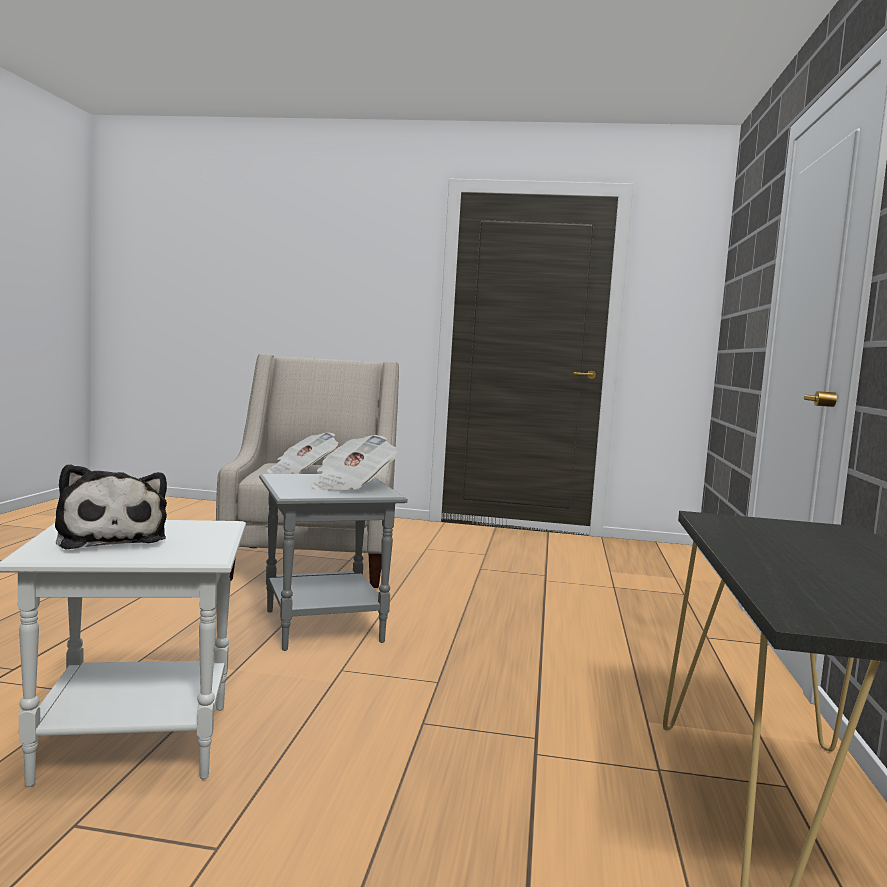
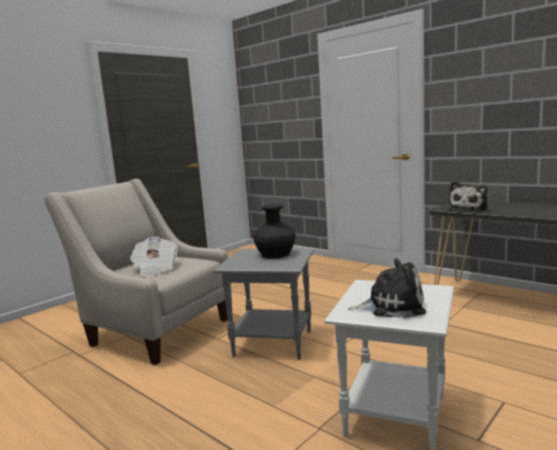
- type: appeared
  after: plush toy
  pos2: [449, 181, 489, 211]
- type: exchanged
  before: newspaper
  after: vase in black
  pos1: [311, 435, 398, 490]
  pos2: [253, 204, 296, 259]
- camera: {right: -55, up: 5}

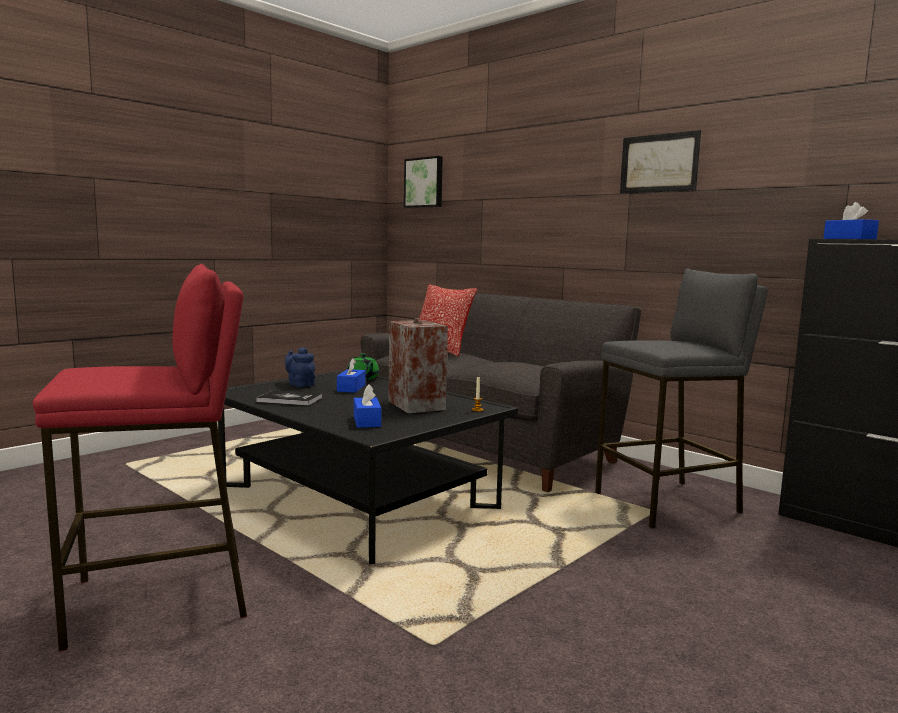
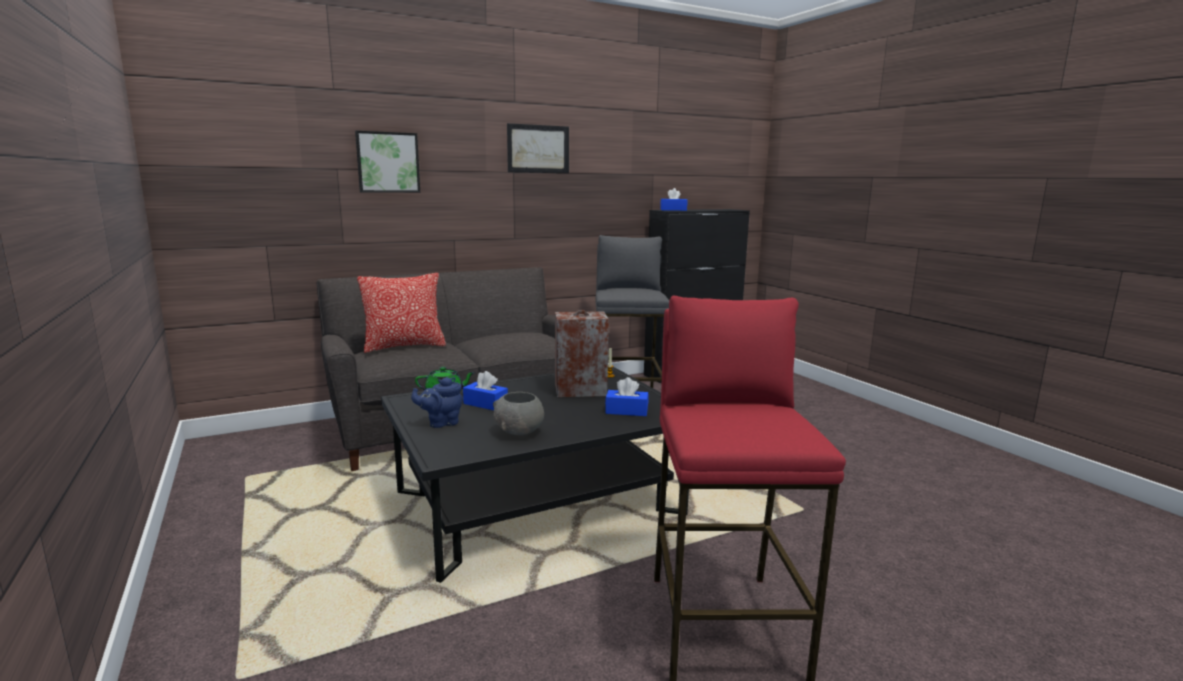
- type: relocated
  before: picture
  pos1: [404, 156, 443, 208]
  pos2: [355, 131, 420, 193]
- type: exchanged
  before: book
  after: bowl in grey
  pos1: [257, 390, 322, 406]
  pos2: [493, 392, 544, 435]
- camera: {right: -70, up: 5}

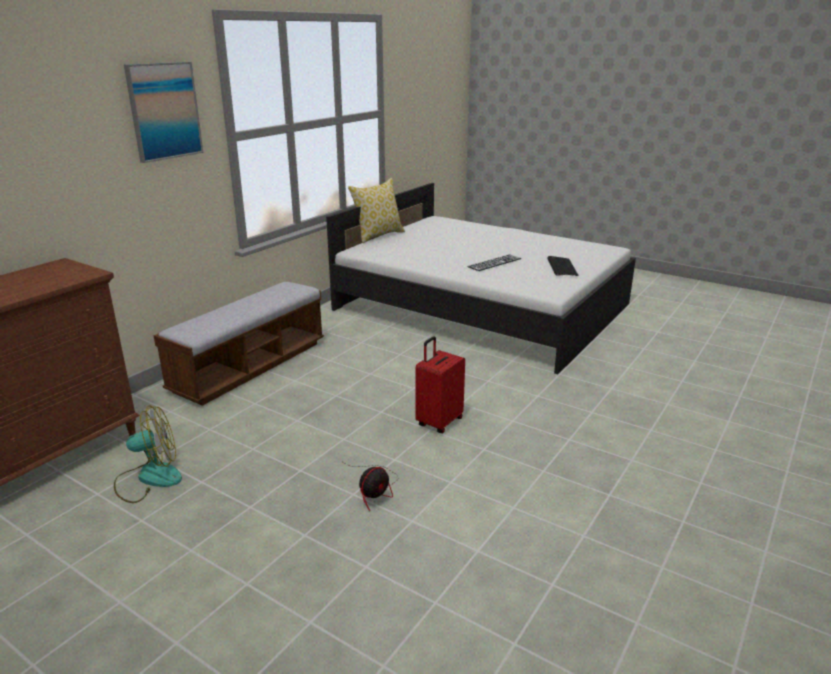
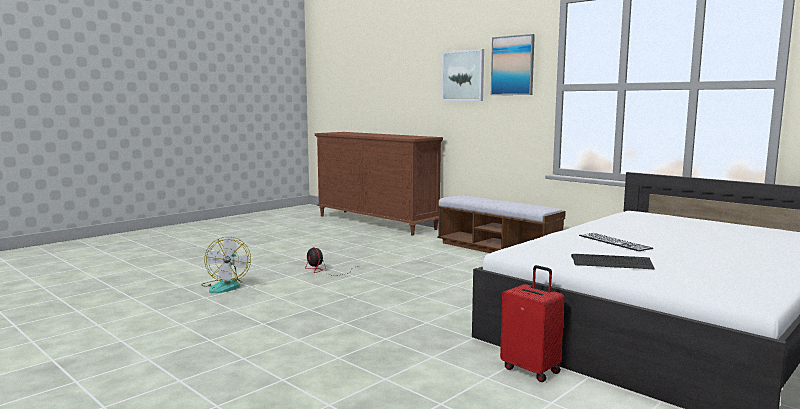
- type: missing
  before: pillow
  pos1: [348, 178, 405, 243]
- type: appeared
  after: picture
  pos2: [442, 49, 484, 101]
- type: relocated
  before: fan
  pos1: [114, 405, 182, 503]
  pos2: [201, 237, 251, 293]
- type: relocated
  before: suitcase in red
  pos1: [415, 336, 465, 433]
  pos2: [500, 265, 564, 382]
- camera: {right: 100, up: -15}

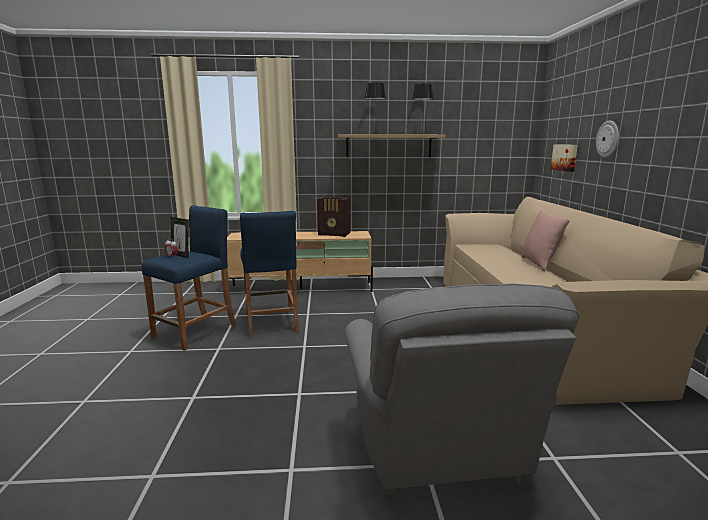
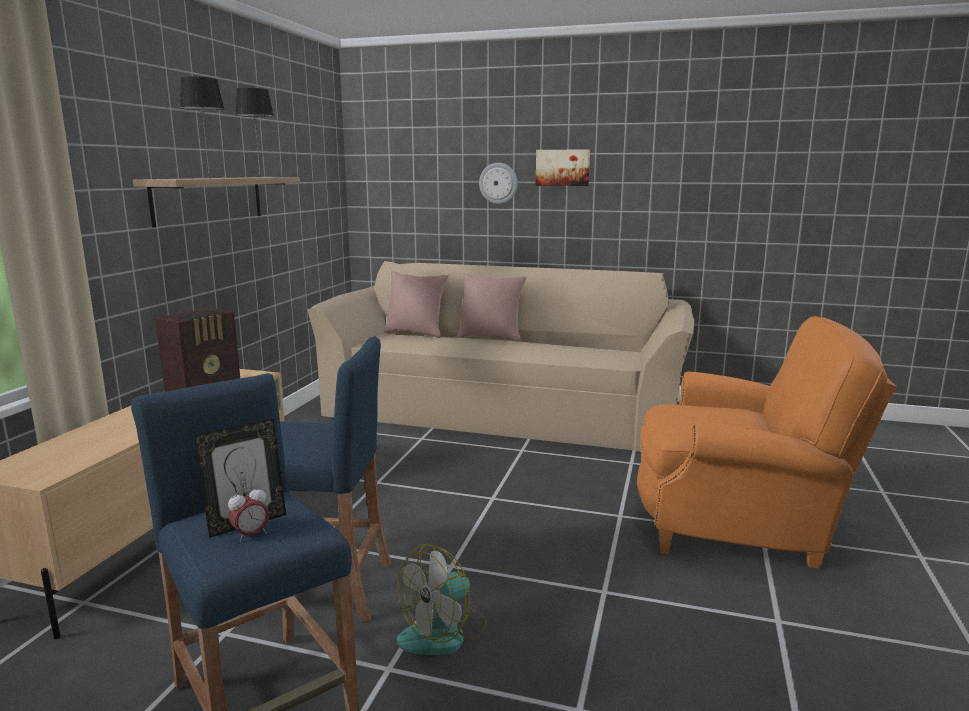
- type: appeared
  after: pillow in pink
  pos2: [384, 271, 449, 338]
- type: appeared
  after: fan
  pos2: [397, 544, 487, 655]
- type: relocated
  before: picture
  pos1: [551, 144, 578, 172]
  pos2: [536, 149, 590, 186]
- type: colour
  before: armchair in grey
  after: armchair in orange
  pos1: [344, 284, 579, 501]
  pos2: [637, 316, 897, 569]
- camera: {right: -70, up: 0}

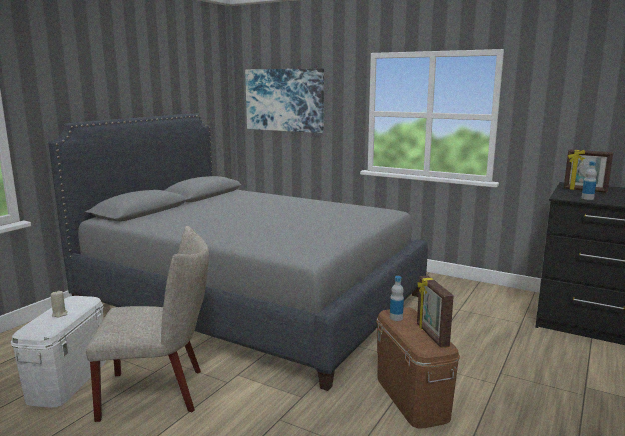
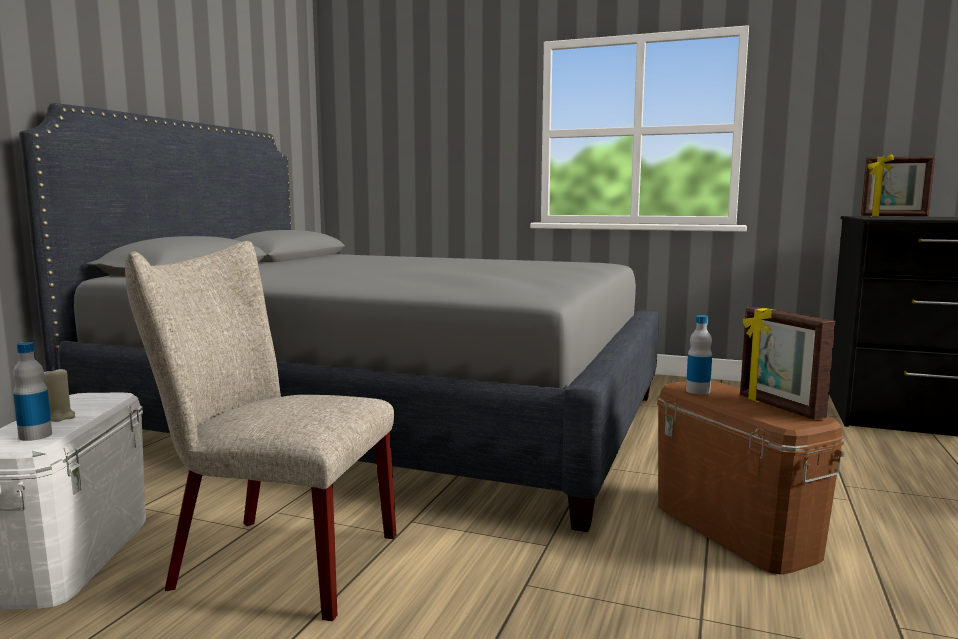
- type: missing
  before: picture
  pos1: [245, 68, 324, 133]
- type: relocated
  before: bottle
  pos1: [581, 162, 597, 200]
  pos2: [13, 342, 52, 441]
- type: spun
  before: chair in beige
  pos1: [86, 226, 209, 422]
  pos2: [125, 241, 396, 621]
  turn: -150
- camera: {right: -10, up: -5}

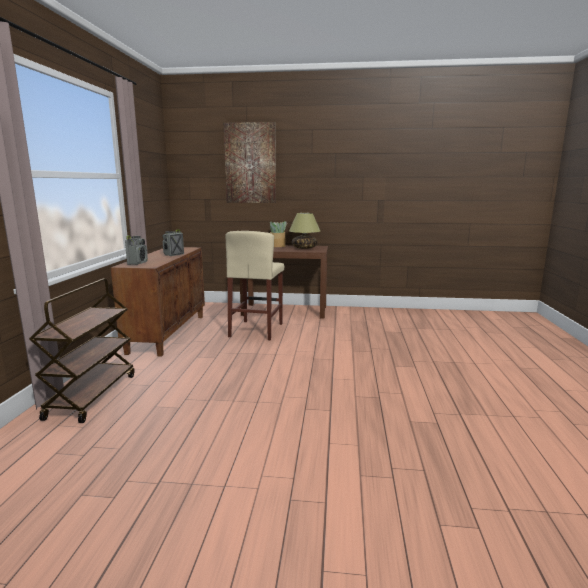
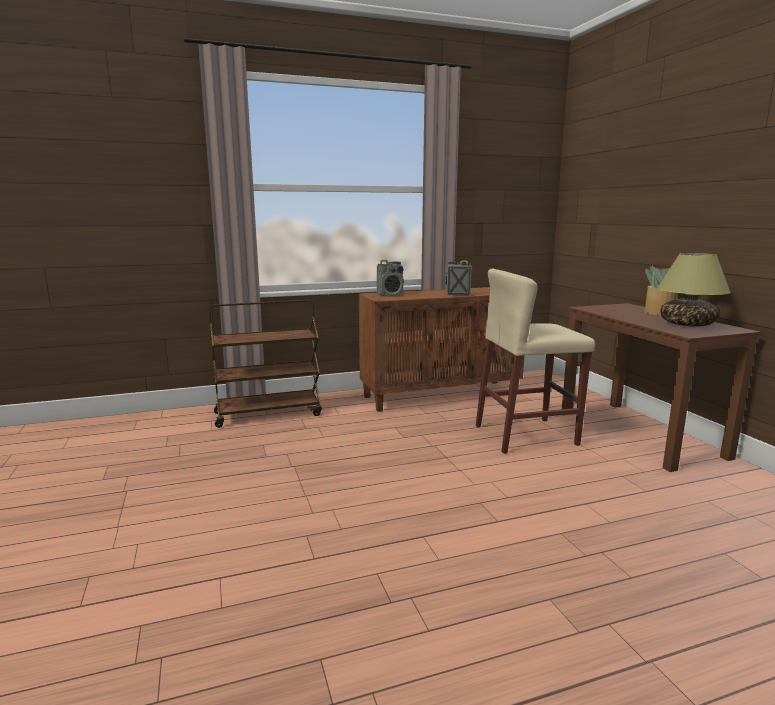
- type: missing
  before: picture
  pos1: [224, 122, 276, 203]
- camera: {right: 65, up: 0}

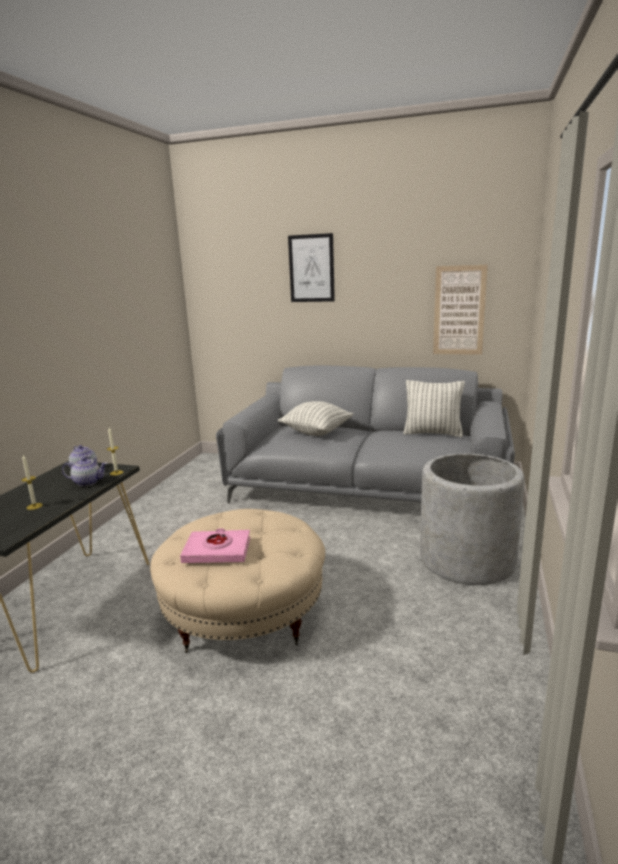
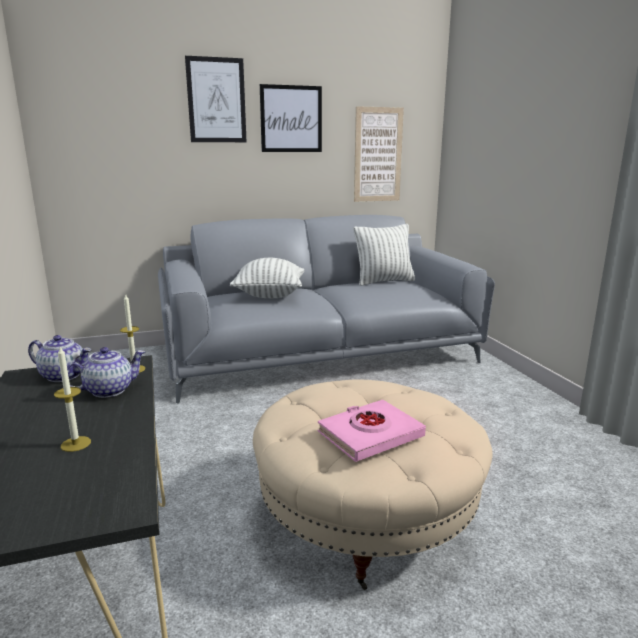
- type: missing
  before: planter in grey
  pos1: [420, 453, 525, 585]
- type: appeared
  after: picture
  pos2: [260, 84, 322, 152]
- camera: {right: -35, up: 0}

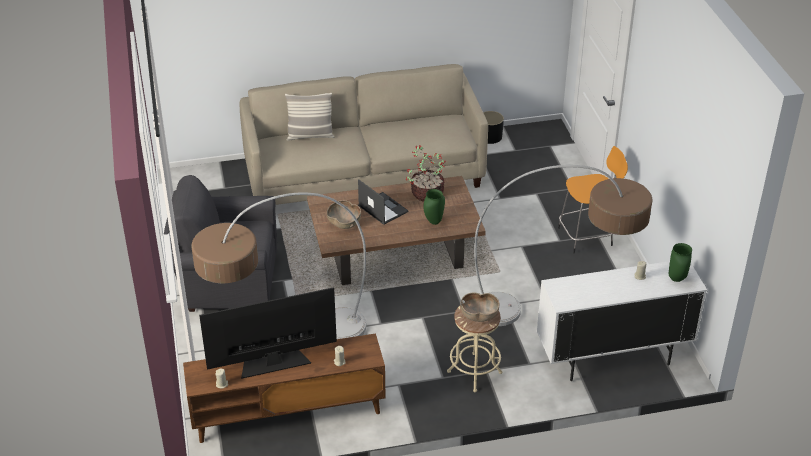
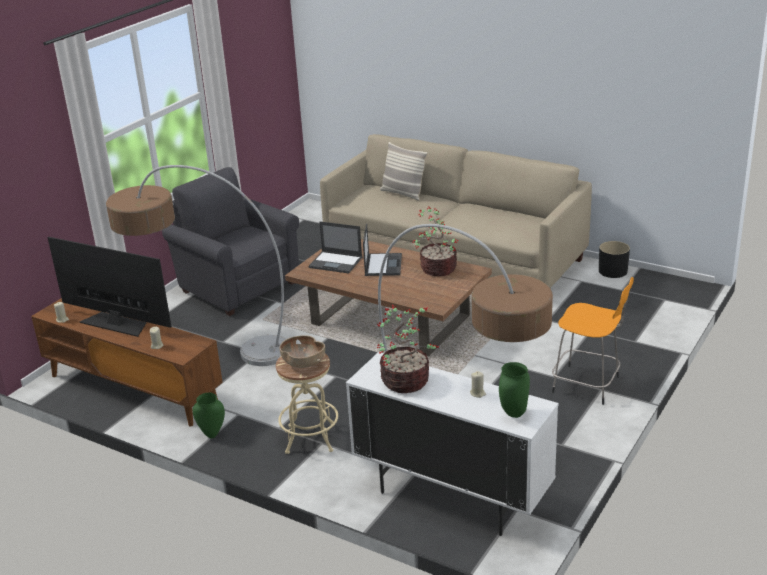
- type: appeared
  after: potted plant
  pos2: [377, 305, 439, 393]
- type: relocated
  before: vase in green
  pos1: [424, 189, 445, 225]
  pos2: [193, 393, 225, 438]
- type: exchanged
  before: bowl in brown
  after: laptop
  pos1: [327, 200, 361, 229]
  pos2: [308, 222, 362, 273]
- camera: {right: 45, up: -10}

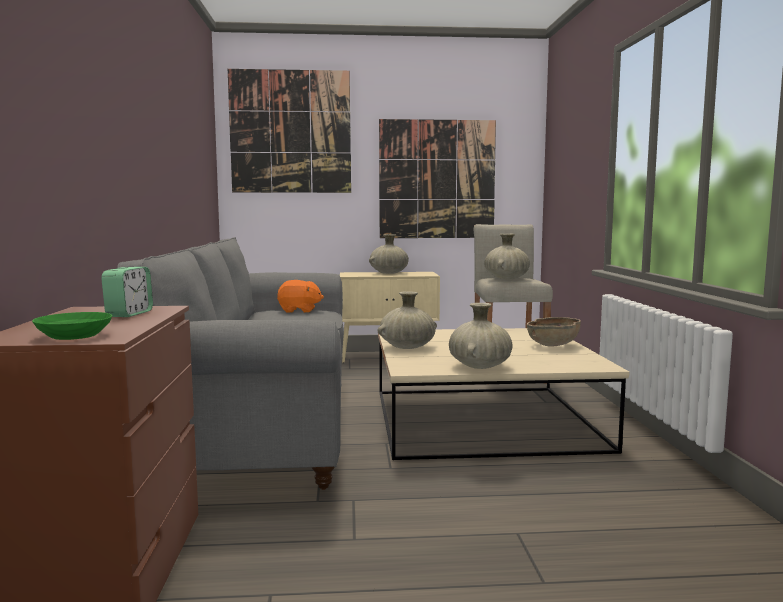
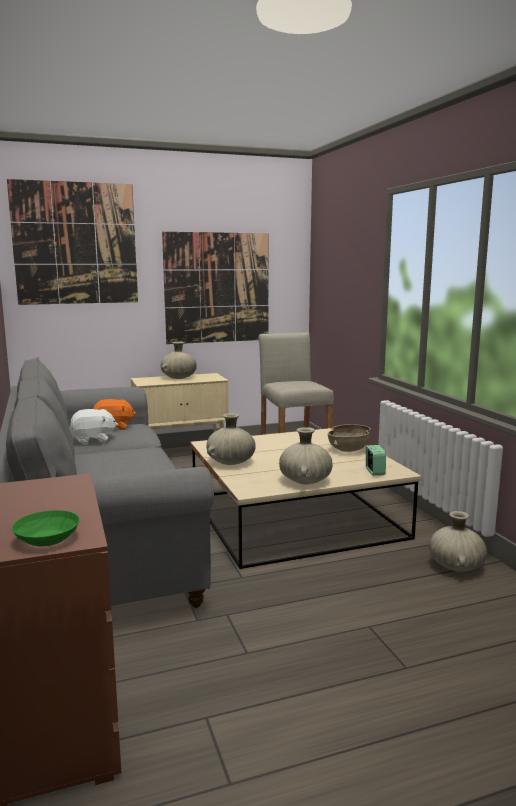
- type: appeared
  after: plush toy in white
  pos2: [70, 409, 118, 444]
- type: relocated
  before: alarm clock
  pos1: [101, 267, 153, 317]
  pos2: [366, 445, 386, 476]
- type: relocated
  before: vase in beige
  pos1: [484, 234, 530, 279]
  pos2: [429, 511, 487, 572]
- camera: {right: -15, up: 5}

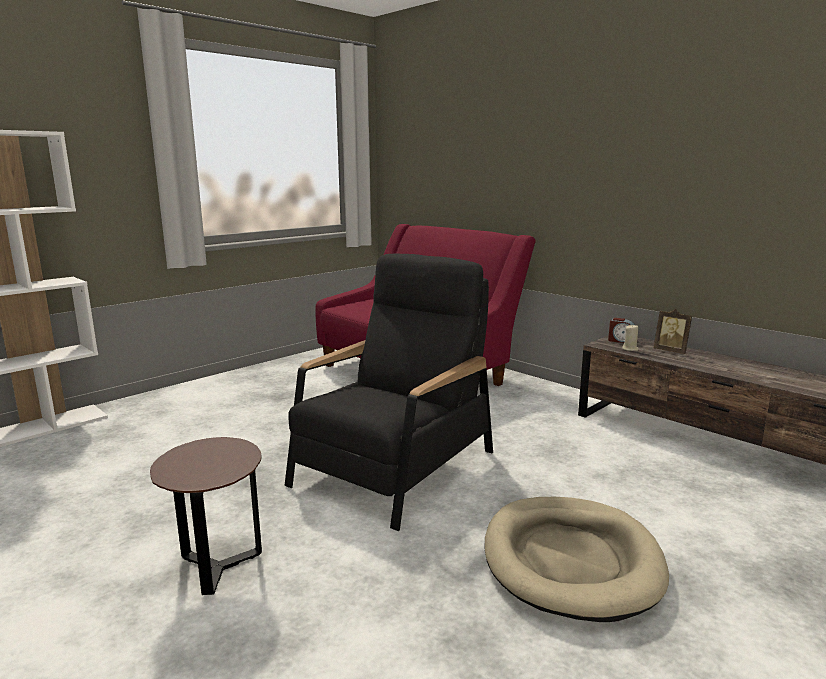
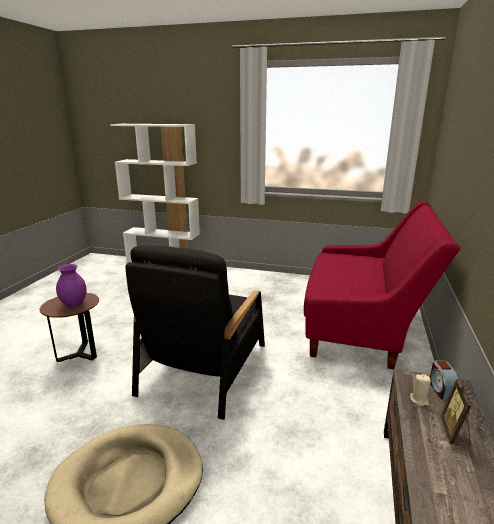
- type: appeared
  after: vase in purple
  pos2: [56, 264, 87, 307]
- type: spun
  before: armchair in black
  pos1: [284, 254, 493, 531]
  pos2: [125, 245, 265, 420]
  turn: 105
- camera: {right: 60, up: 5}

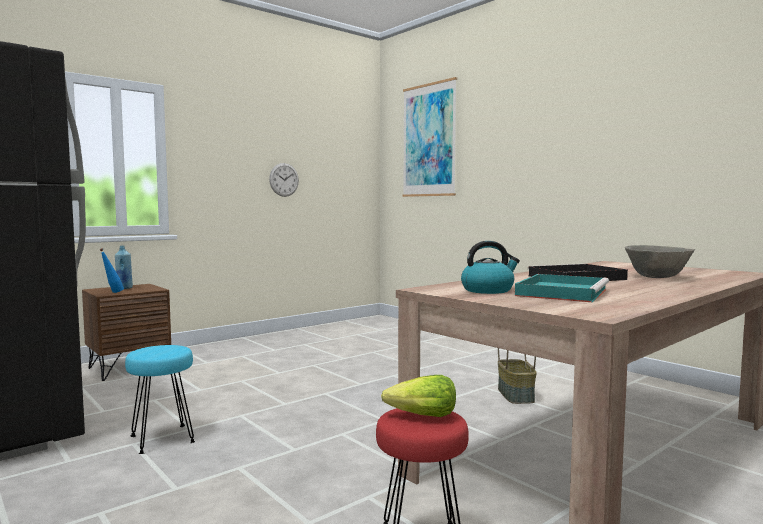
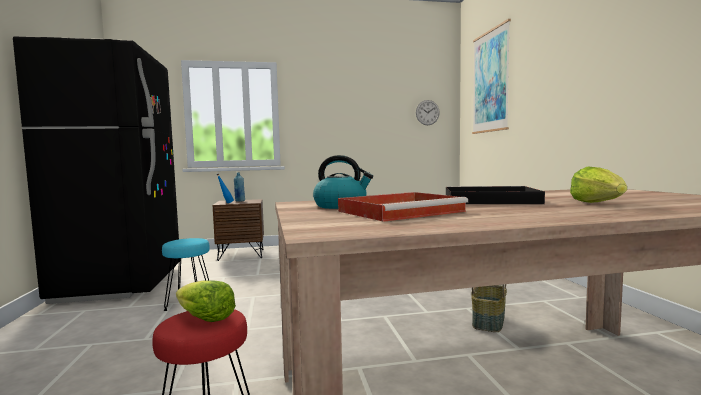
- type: relocated
  before: wall clock
  pos1: [269, 163, 299, 197]
  pos2: [416, 100, 440, 125]
- type: exchanged
  before: bowl in grey
  after: lettuce
  pos1: [625, 245, 695, 278]
  pos2: [570, 166, 627, 203]
- type: colour
  before: tray in turquoise
  after: tray in red
  pos1: [515, 274, 609, 302]
  pos2: [338, 192, 468, 222]
- camera: {right: 30, up: 0}

